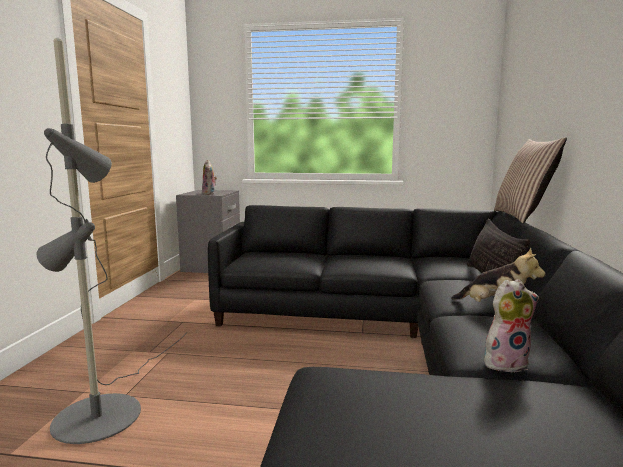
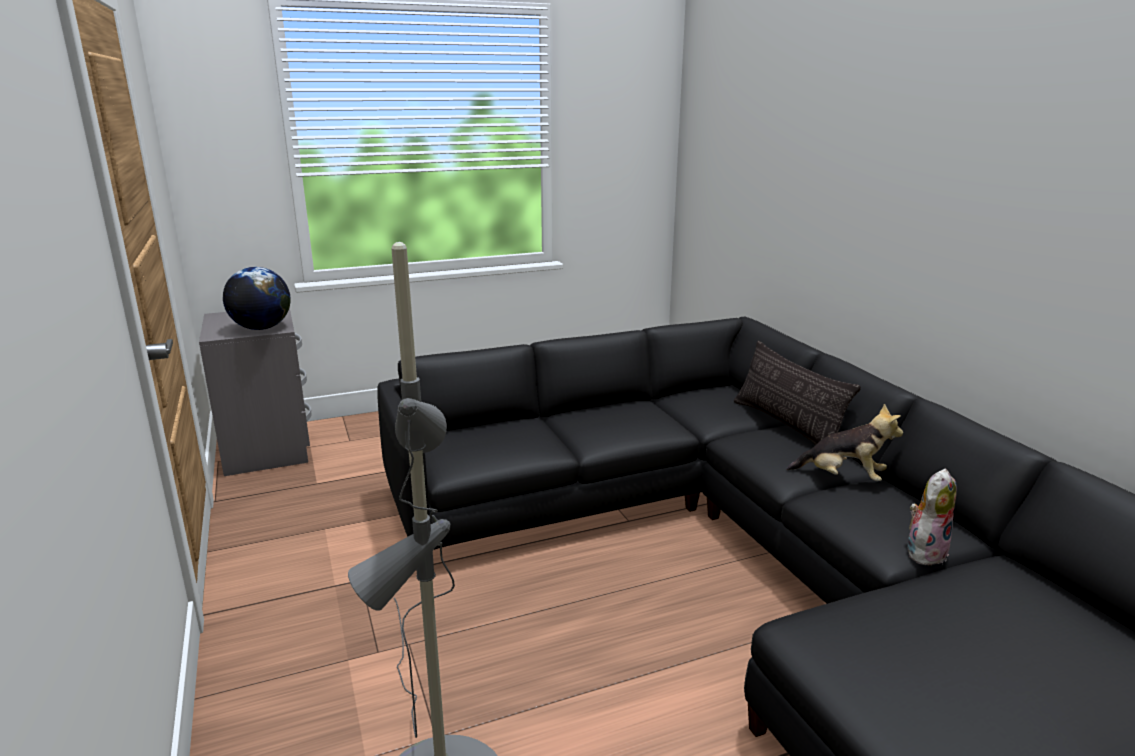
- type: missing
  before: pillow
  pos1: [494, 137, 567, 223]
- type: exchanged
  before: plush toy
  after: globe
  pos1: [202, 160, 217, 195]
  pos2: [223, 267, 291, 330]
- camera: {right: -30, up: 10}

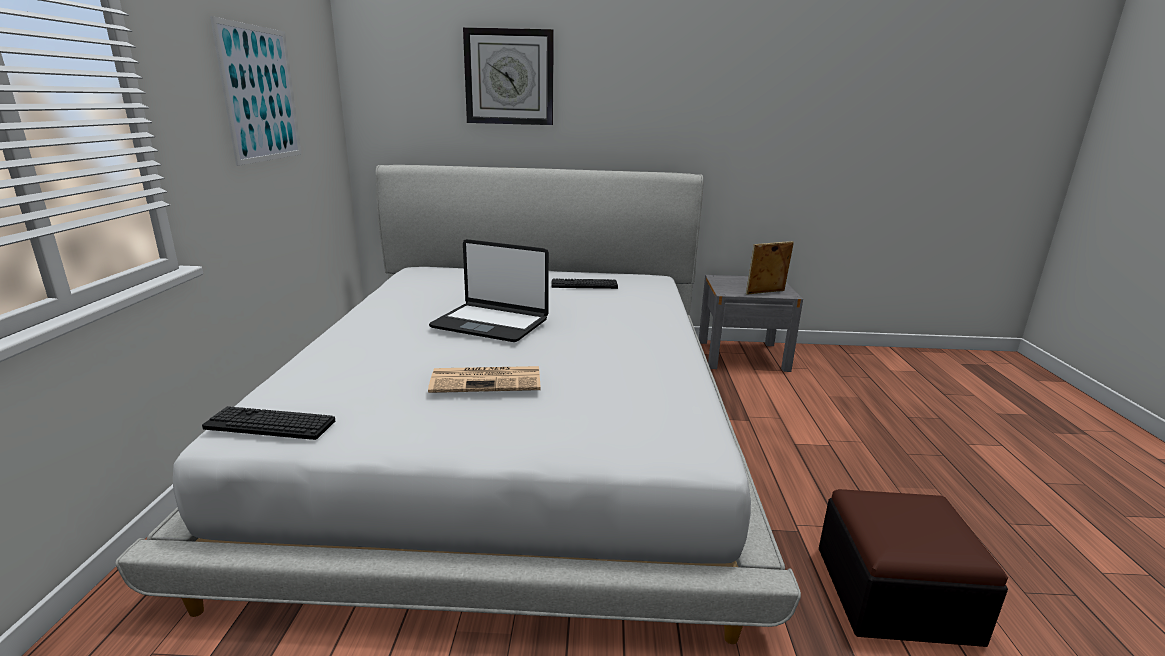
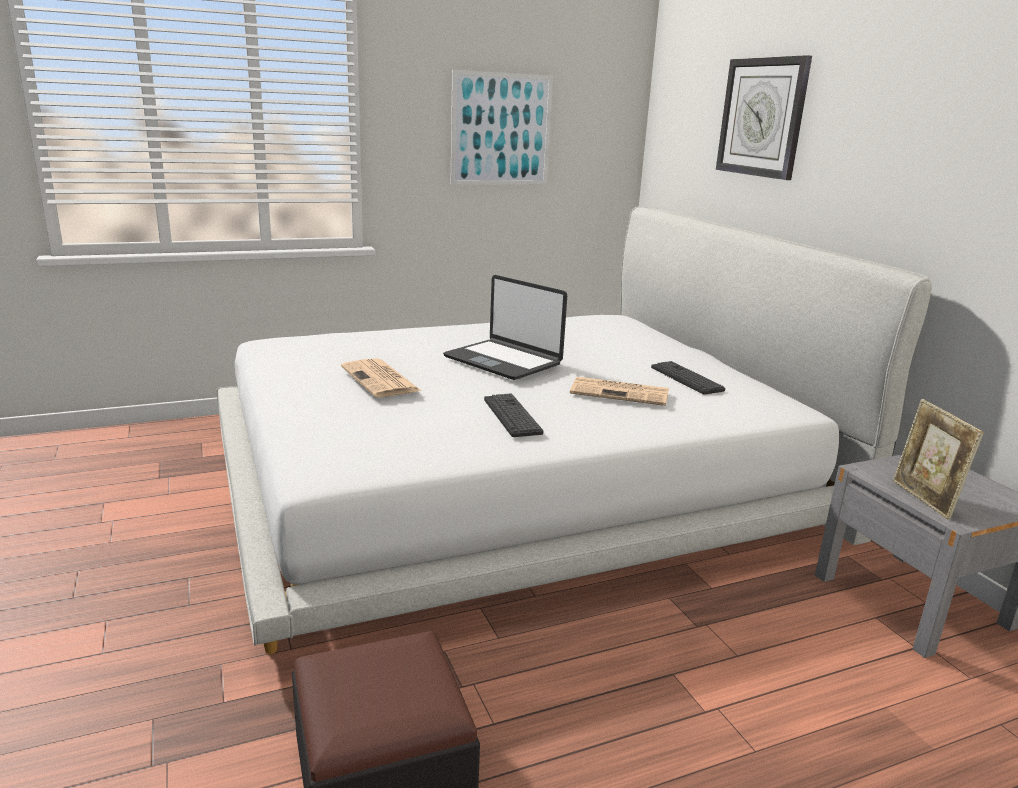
- type: appeared
  after: newspaper
  pos2: [570, 377, 669, 406]
- type: relocated
  before: keyboard
  pos1: [202, 406, 335, 440]
  pos2: [484, 394, 543, 437]
- type: spun
  before: laptop
  pos1: [429, 239, 549, 342]
  pos2: [443, 275, 567, 380]
  turn: -45
- type: spun
  before: picture frame
  pos1: [746, 241, 794, 295]
  pos2: [893, 399, 984, 520]
  turn: -150
- camera: {right: 65, up: 0}

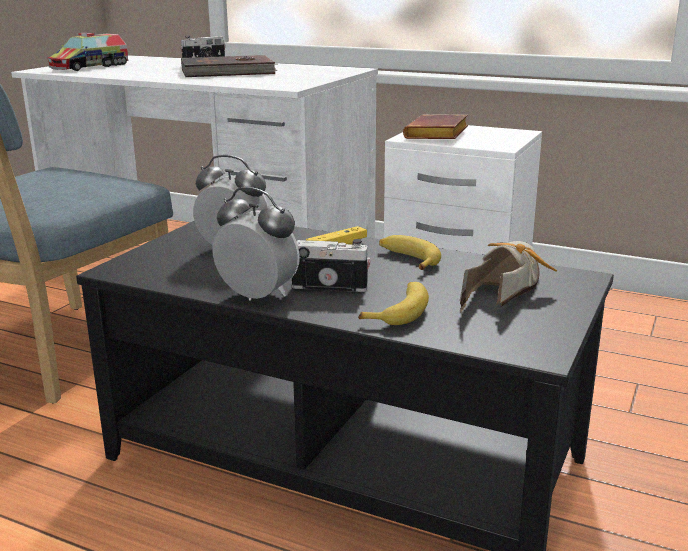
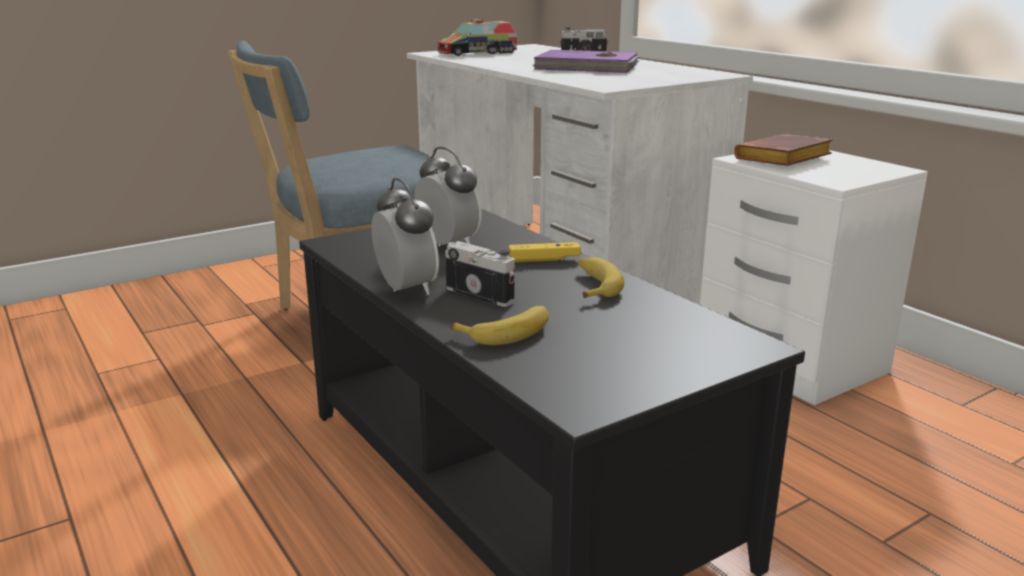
- type: missing
  before: shoe
  pos1: [460, 241, 557, 312]
- type: colour
  before: book in brown
  after: book in purple
  pos1: [181, 55, 277, 77]
  pos2: [532, 50, 640, 73]
- camera: {right: 30, up: 0}

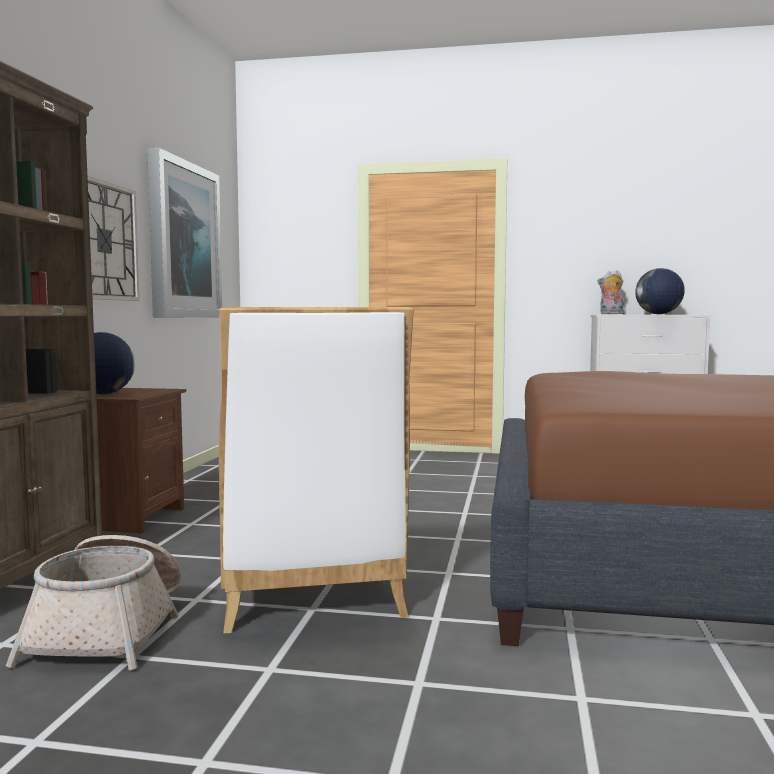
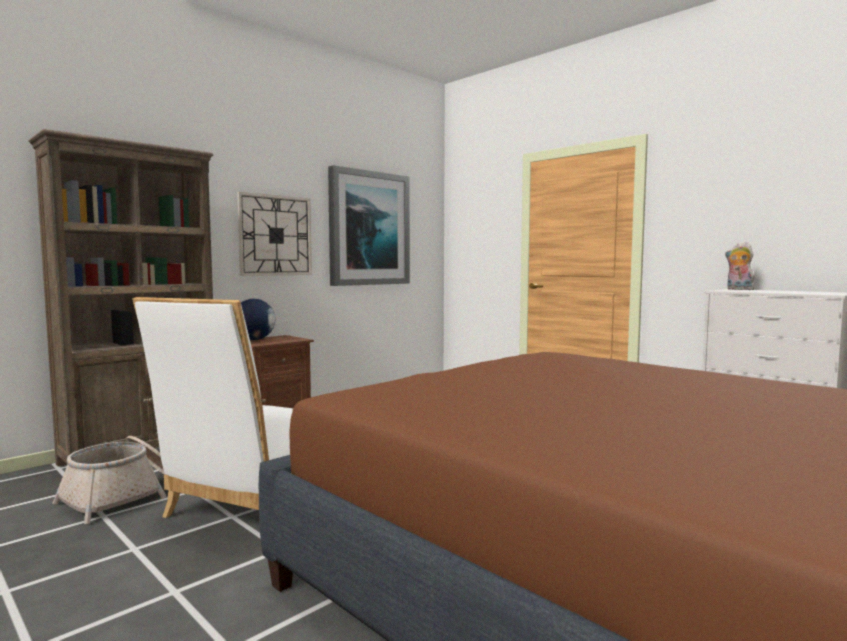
- type: missing
  before: globe
  pos1: [635, 268, 685, 314]
- camera: {right: 35, up: 0}

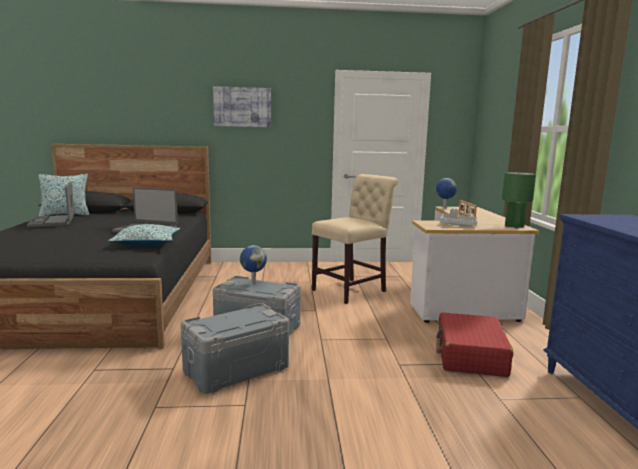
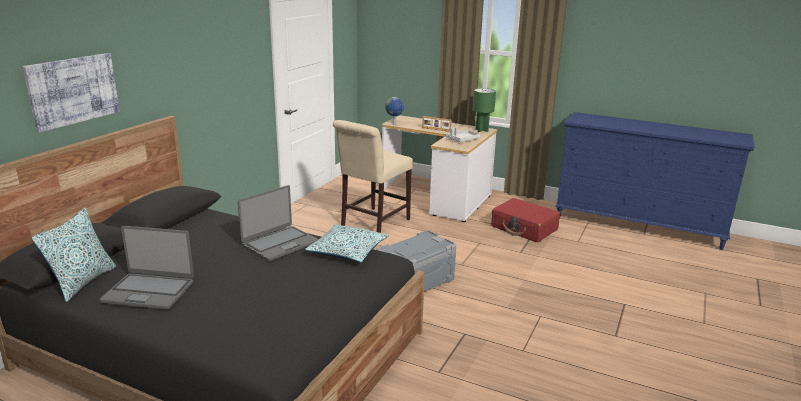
- type: missing
  before: storage box in grey
  pos1: [181, 303, 289, 394]
- type: missing
  before: globe
  pos1: [240, 245, 267, 284]
- type: relocated
  before: picture
  pos1: [213, 86, 271, 127]
  pos2: [23, 53, 120, 132]
- type: spun
  before: chair in beige
  pos1: [312, 174, 398, 304]
  pos2: [333, 120, 413, 233]
  turn: -135
- camera: {right: -60, up: 10}

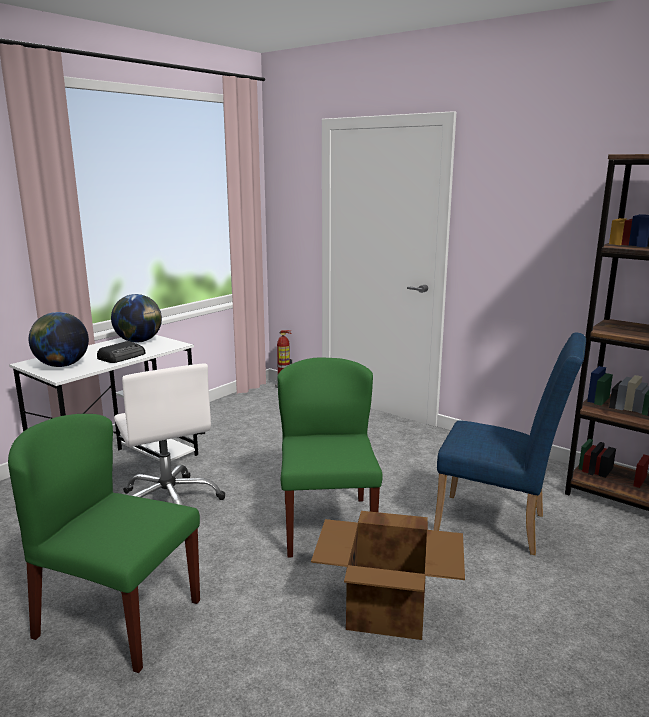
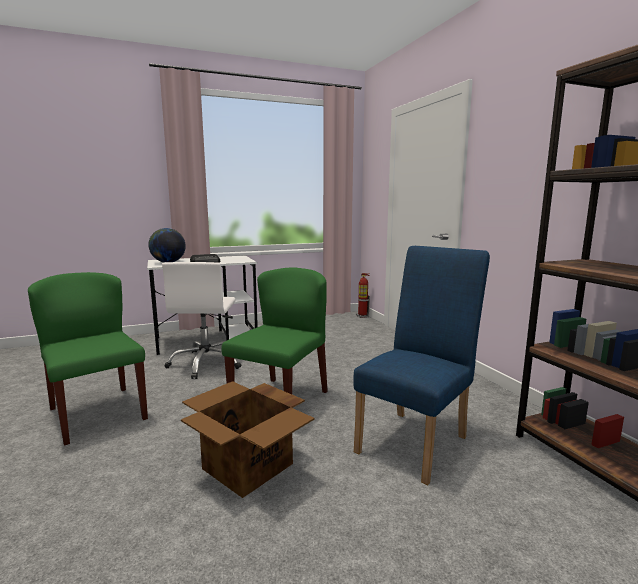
- type: missing
  before: globe
  pos1: [111, 294, 162, 343]
- type: spun
  before: chair in blue
  pos1: [434, 333, 586, 555]
  pos2: [353, 246, 490, 485]
  turn: -105
- camera: {right: 30, up: -5}

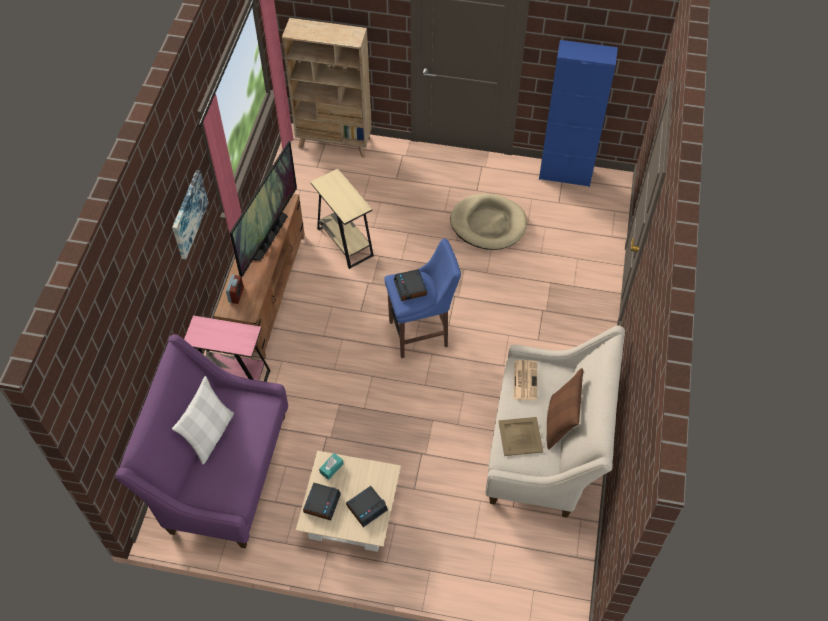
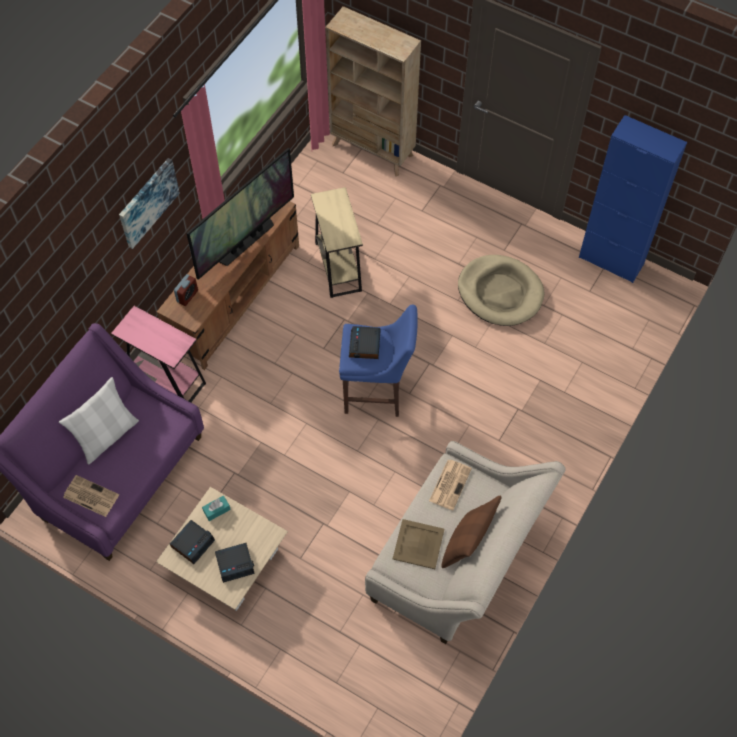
- type: appeared
  after: newspaper
  pos2: [63, 475, 119, 517]
- camera: {right: 20, up: 5}

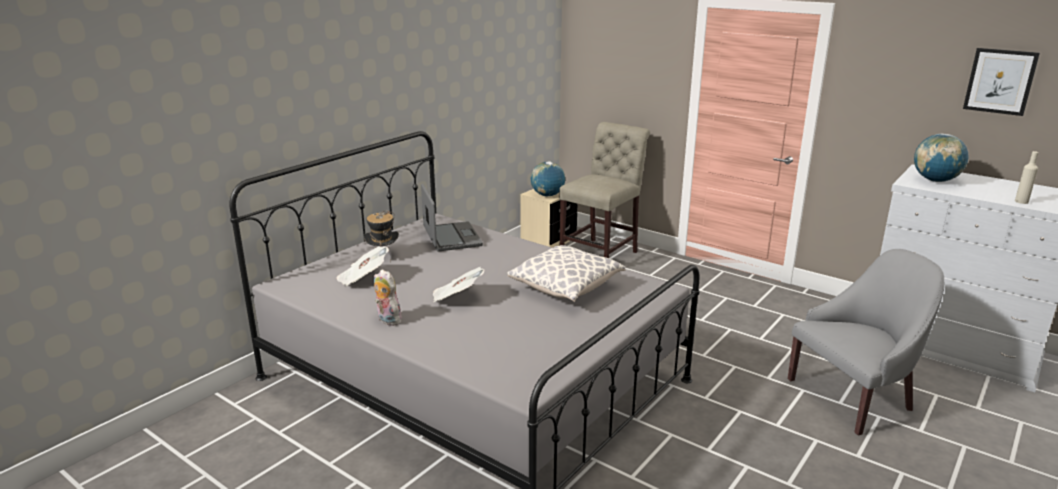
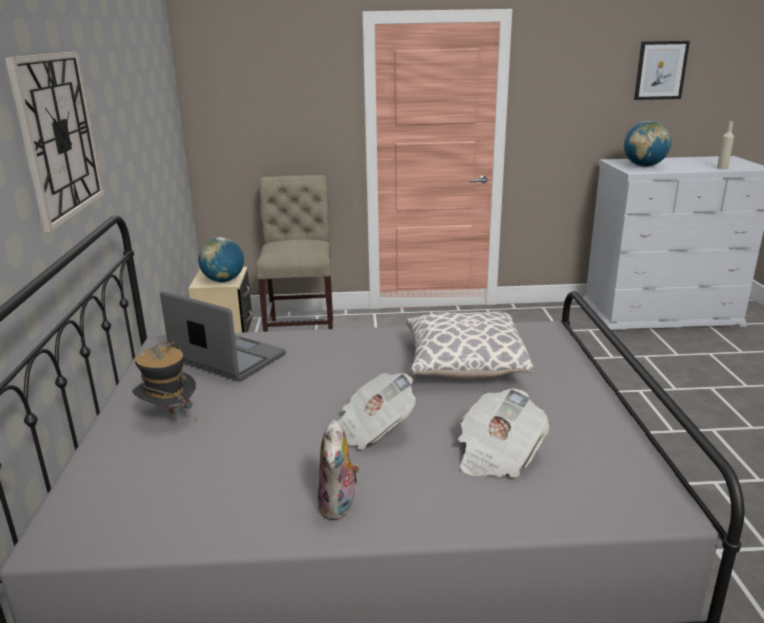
- type: missing
  before: armchair in grey
  pos1: [788, 249, 944, 436]
- type: appeared
  after: wall clock
  pos2: [5, 52, 105, 232]
- type: relocated
  before: newspaper
  pos1: [336, 246, 389, 286]
  pos2: [458, 388, 549, 478]
- type: spun
  before: plush toy
  pos1: [374, 269, 402, 326]
  pos2: [318, 420, 360, 520]
  turn: -90
- camera: {right: -40, up: 0}

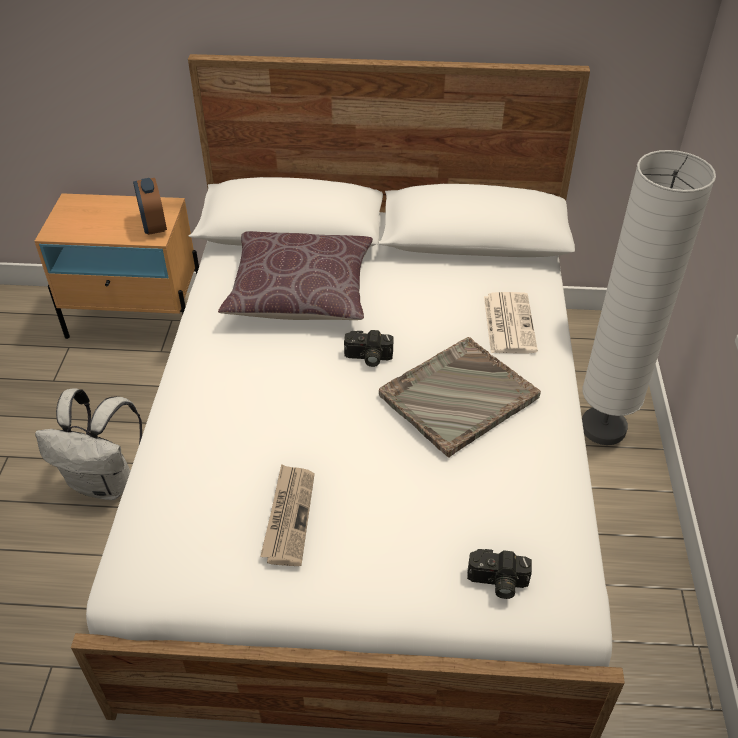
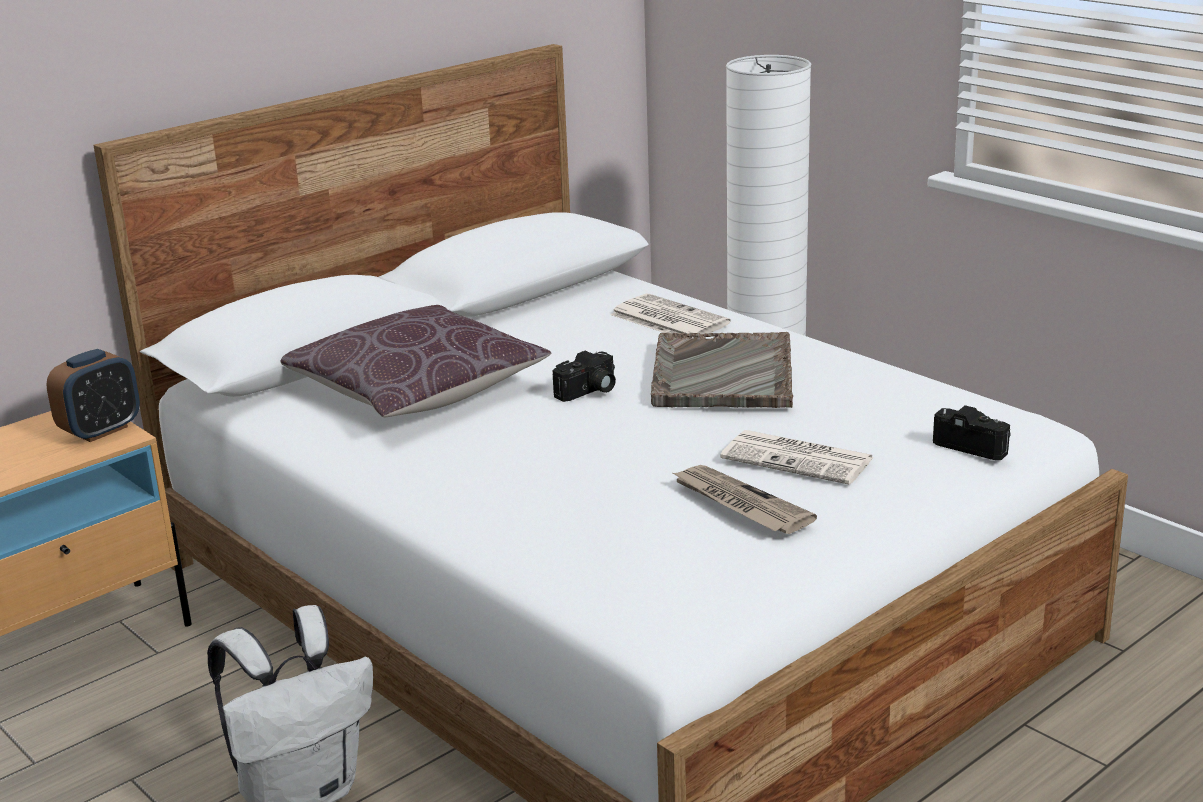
- type: appeared
  after: newspaper
  pos2: [720, 430, 874, 485]
- type: spun
  before: alarm clock
  pos1: [133, 178, 167, 235]
  pos2: [46, 349, 140, 442]
  turn: -75
- type: spun
  before: photo camera
  pos1: [467, 549, 532, 599]
  pos2: [933, 405, 1011, 460]
  turn: -105
- camera: {right: -45, up: -20}

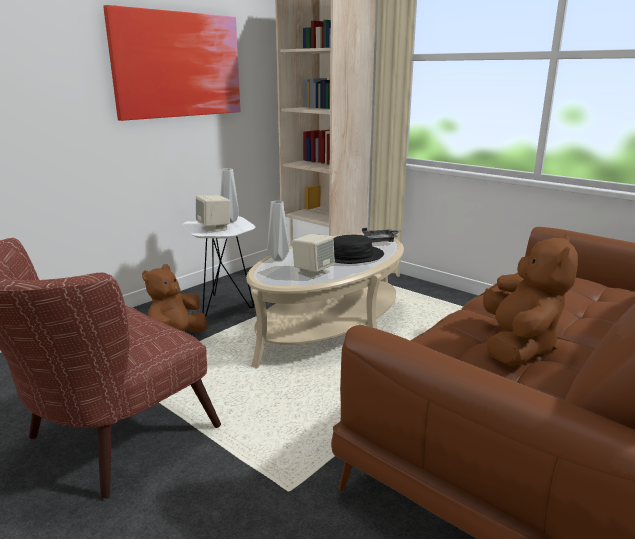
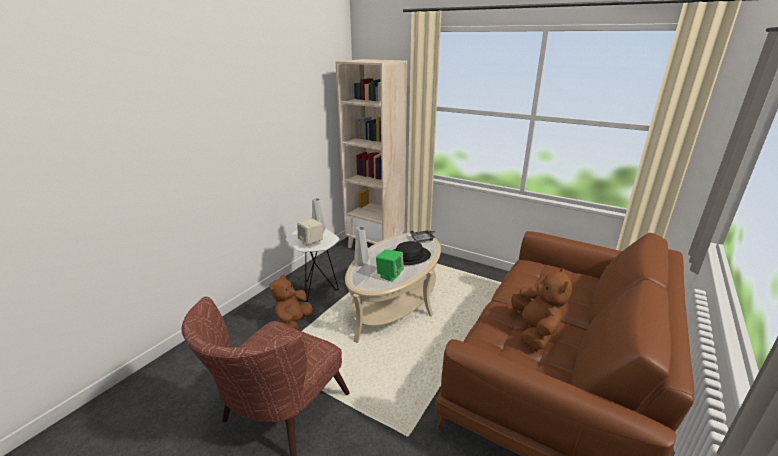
- type: missing
  before: picture
  pos1: [103, 5, 240, 121]
- type: colour
  before: speaker in beige
  after: speaker in green
  pos1: [292, 234, 335, 279]
  pos2: [376, 249, 404, 282]
- camera: {right: -10, up: 5}

